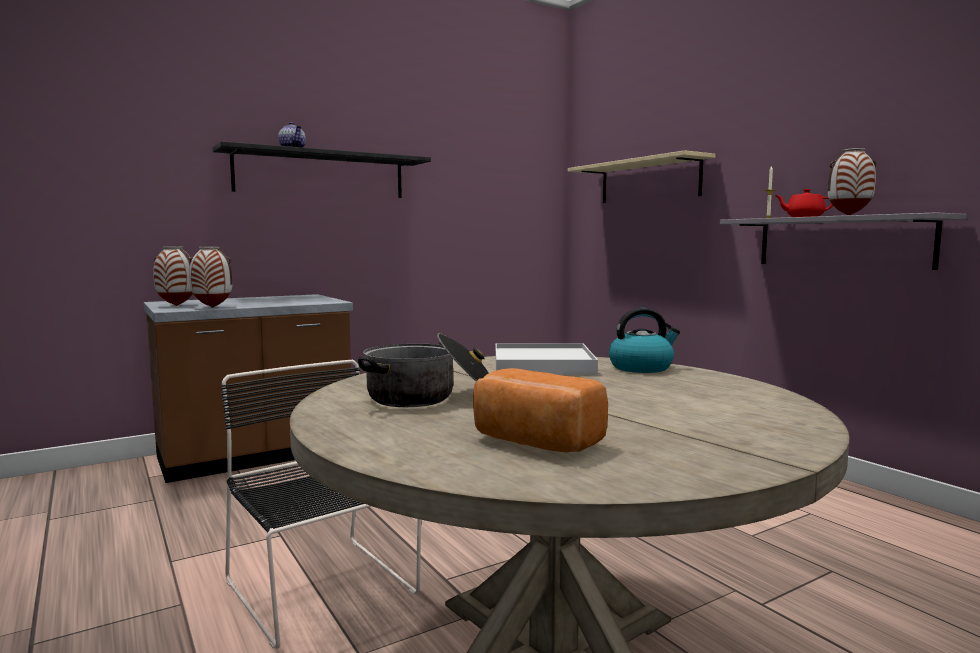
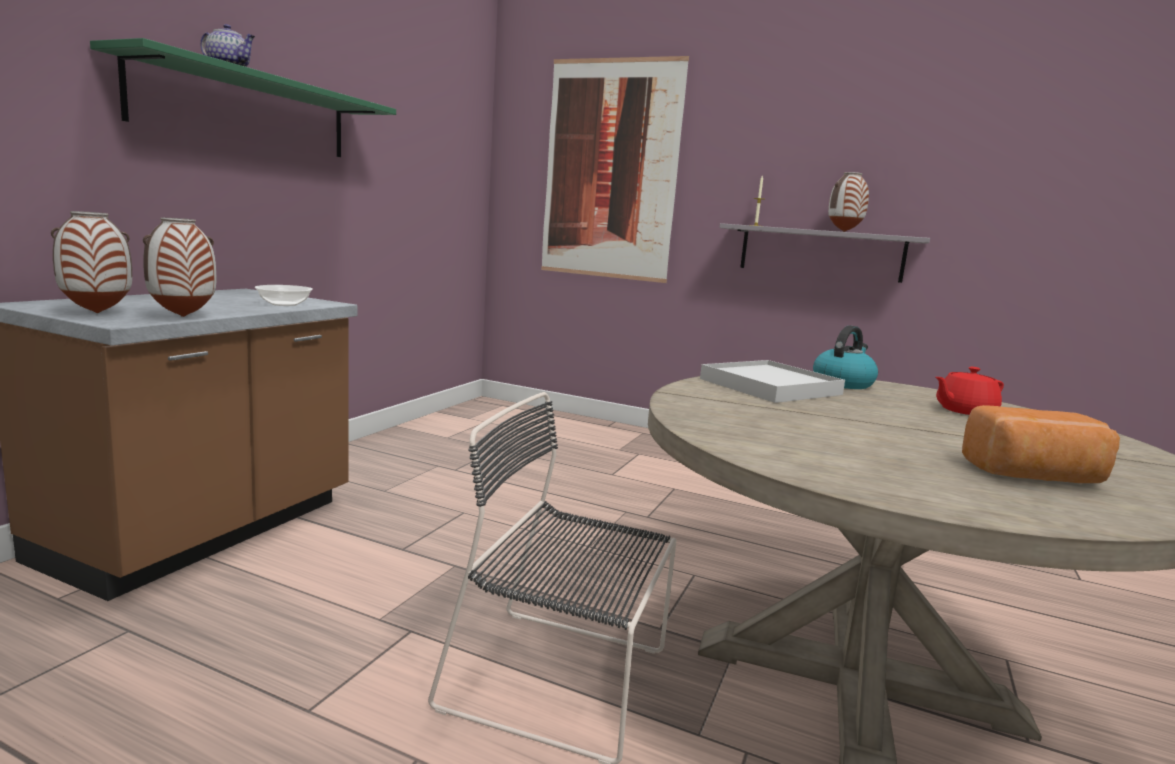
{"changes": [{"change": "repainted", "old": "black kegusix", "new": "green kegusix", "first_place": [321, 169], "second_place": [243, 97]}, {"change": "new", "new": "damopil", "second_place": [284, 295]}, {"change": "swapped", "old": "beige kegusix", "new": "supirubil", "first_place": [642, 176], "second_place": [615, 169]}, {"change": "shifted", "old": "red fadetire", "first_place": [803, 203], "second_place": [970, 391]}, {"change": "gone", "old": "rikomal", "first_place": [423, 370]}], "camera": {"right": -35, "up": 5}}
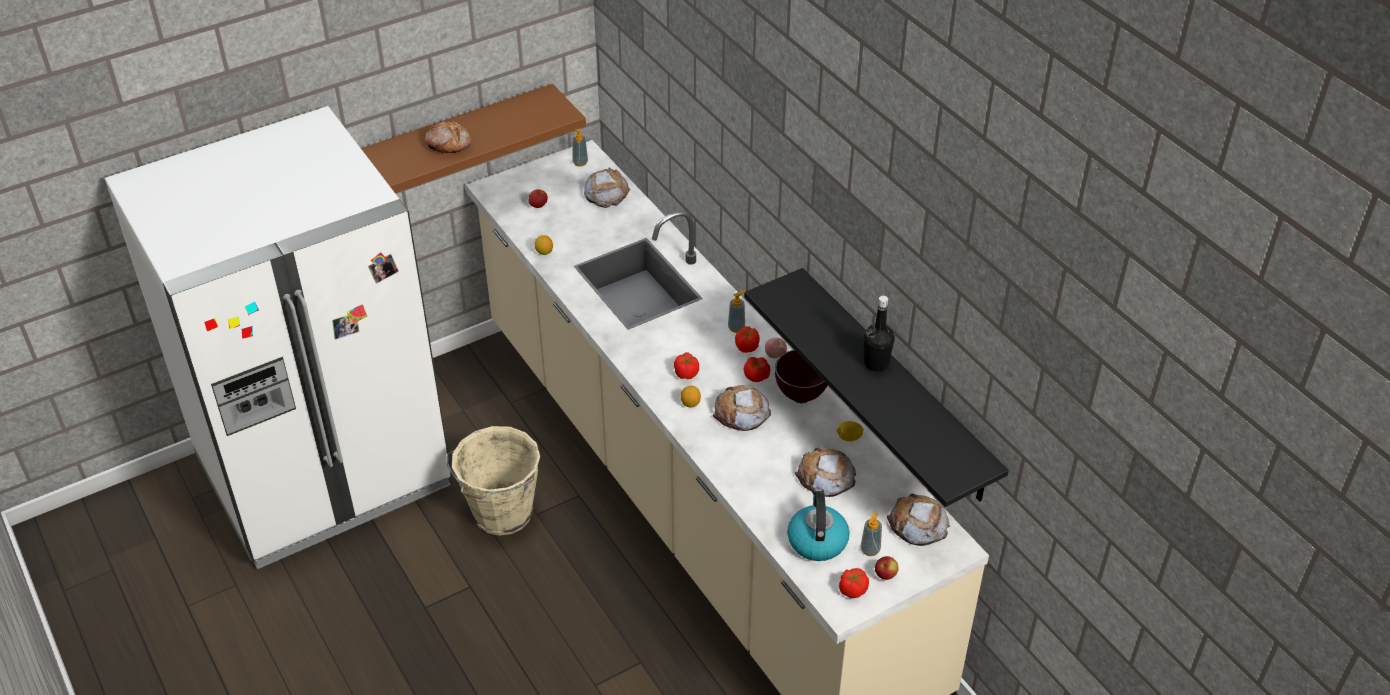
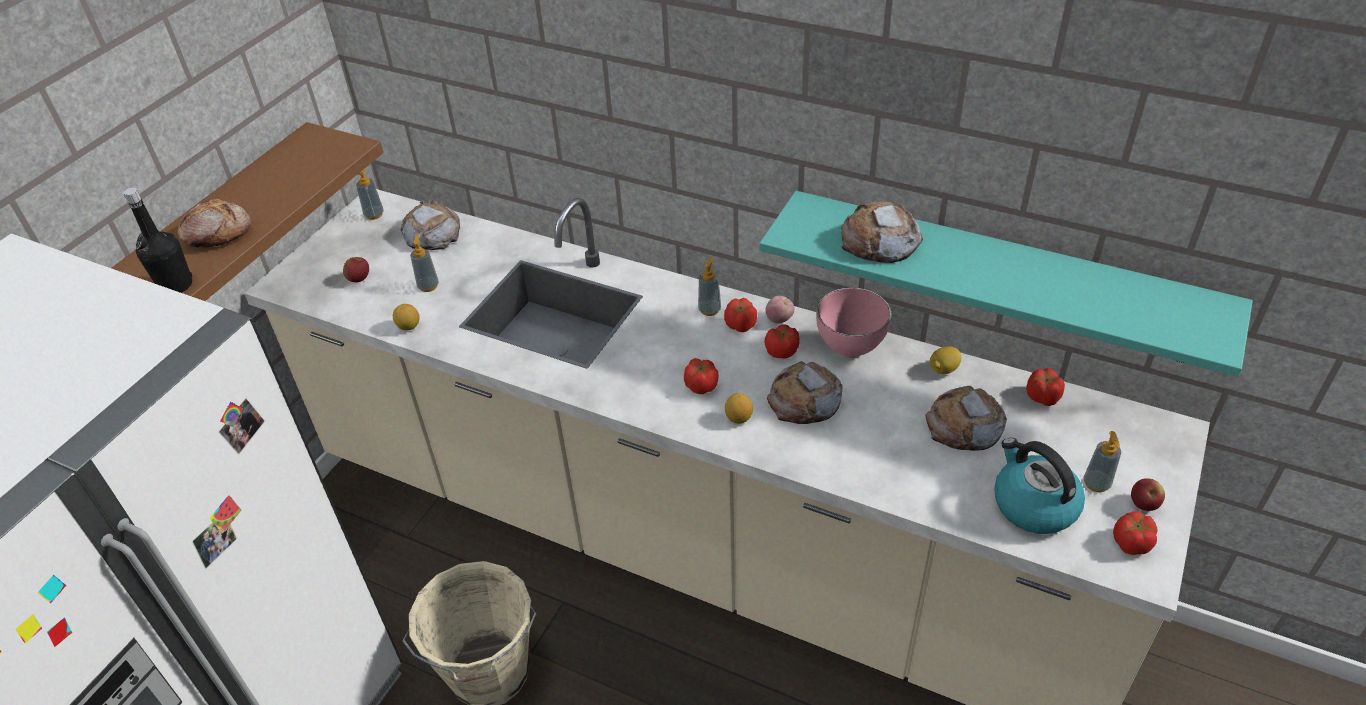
{"changes": [{"change": "shifted", "old": "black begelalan", "first_place": [879, 334], "second_place": [157, 240]}, {"change": "new", "new": "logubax", "second_place": [424, 263]}, {"change": "repainted", "old": "black kegusix", "new": "turquoise kegusix", "first_place": [876, 387], "second_place": [1006, 284]}, {"change": "repainted", "old": "brown damopil", "new": "pink damopil", "first_place": [801, 376], "second_place": [853, 322]}, {"change": "shifted", "old": "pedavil", "first_place": [918, 519], "second_place": [882, 232]}, {"change": "new", "new": "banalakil", "second_place": [1045, 387]}], "camera": {"right": -30, "up": 0}}
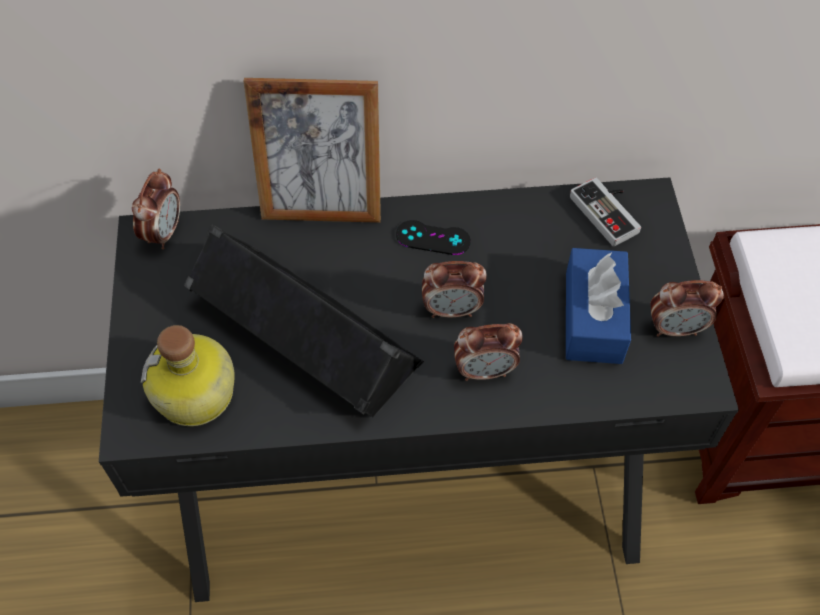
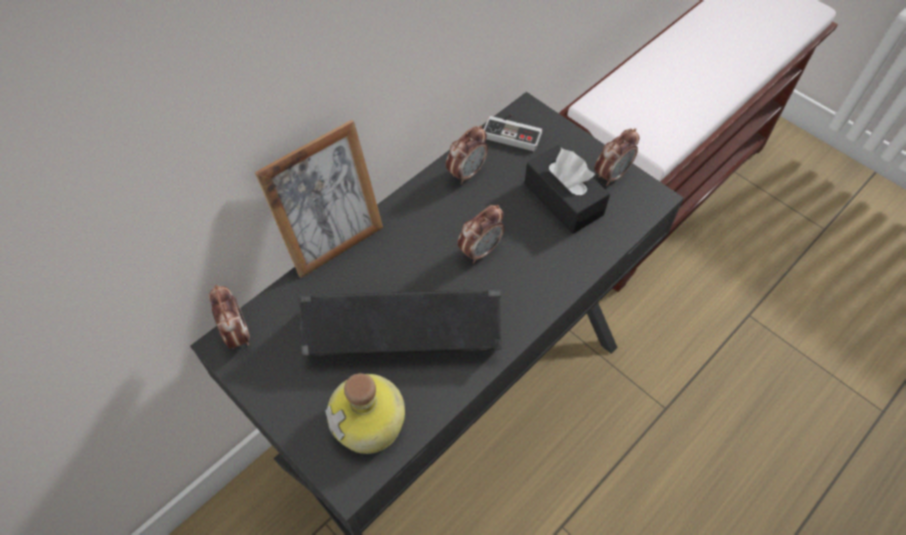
{"changes": [{"change": "shifted", "old": "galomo", "first_place": [488, 352], "second_place": [467, 155]}, {"change": "repainted", "old": "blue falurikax", "new": "black falurikax", "first_place": [598, 306], "second_place": [567, 189]}, {"change": "gone", "old": "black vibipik", "first_place": [433, 237]}], "camera": {"right": -40, "up": 0}}
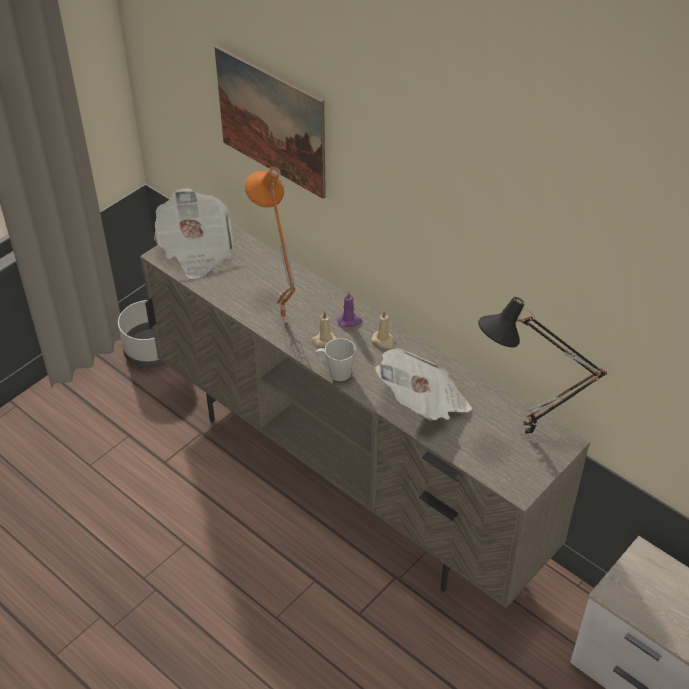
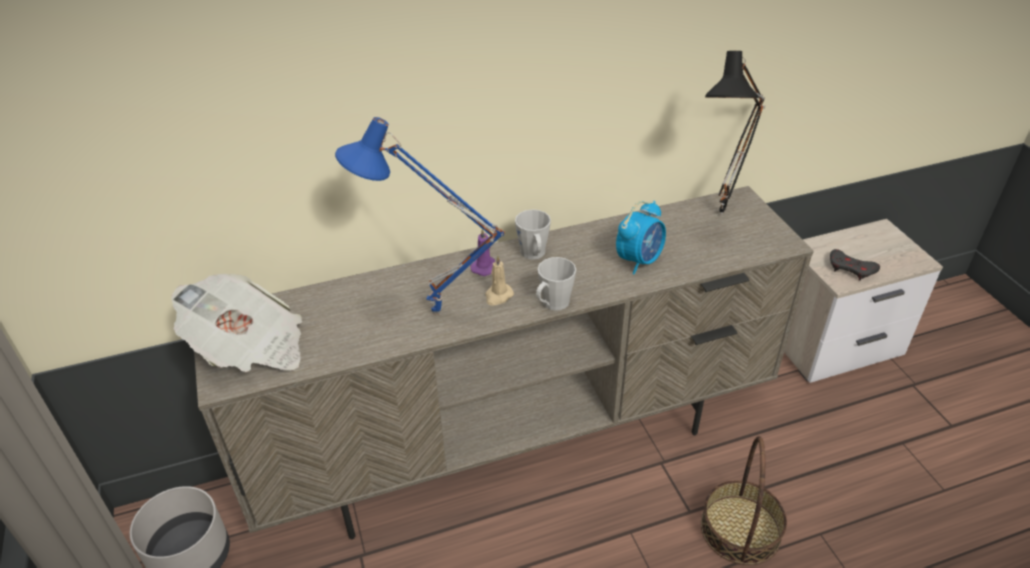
{"changes": [{"change": "repainted", "old": "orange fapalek", "new": "blue fapalek", "first_place": [270, 243], "second_place": [420, 216]}, {"change": "swapped", "old": "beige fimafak", "new": "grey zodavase", "first_place": [383, 330], "second_place": [533, 234]}, {"change": "swapped", "old": "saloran", "new": "galomo", "first_place": [423, 384], "second_place": [641, 237]}, {"change": "new", "new": "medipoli", "second_place": [744, 500]}, {"change": "new", "new": "grey vibipik", "second_place": [855, 265]}, {"change": "gone", "old": "supirubil", "first_place": [270, 122]}], "camera": {"right": -60, "up": -5}}
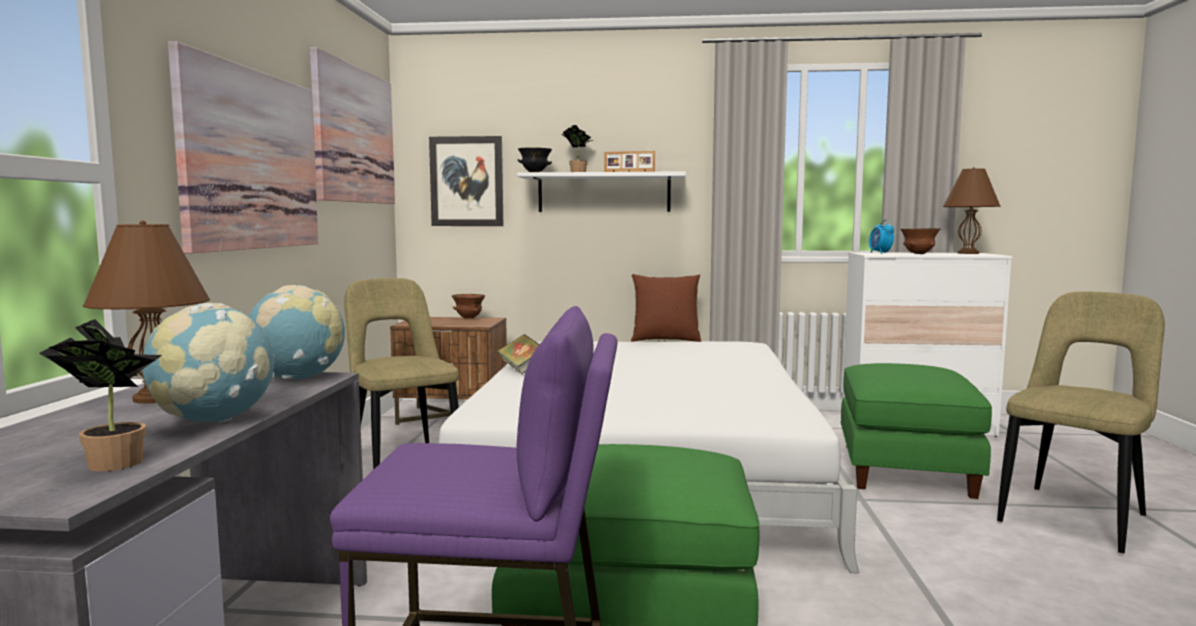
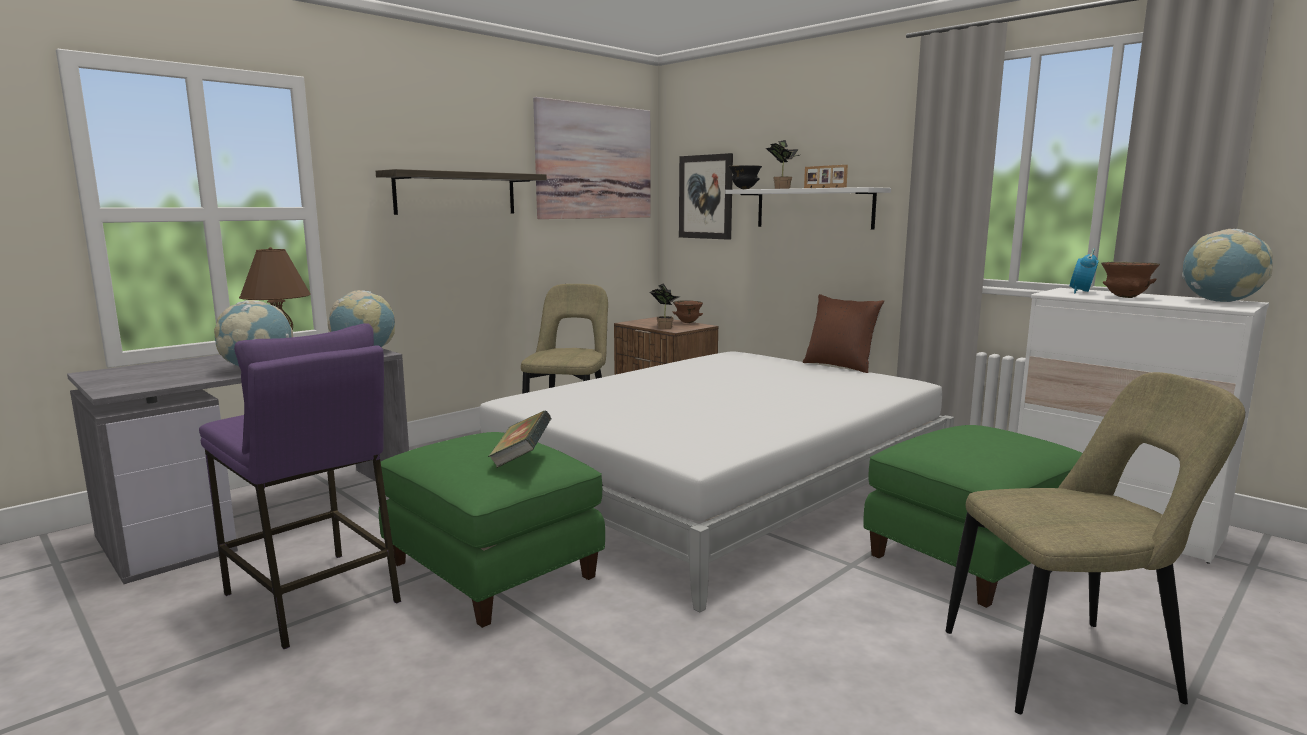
{"changes": [{"change": "swapped", "old": "supirubil", "new": "kegusix", "first_place": [243, 147], "second_place": [461, 192]}, {"change": "shifted", "old": "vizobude", "first_place": [518, 354], "second_place": [520, 439]}, {"change": "shifted", "old": "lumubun", "first_place": [100, 395], "second_place": [665, 306]}, {"change": "swapped", "old": "brown fapalek", "new": "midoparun", "first_place": [972, 210], "second_place": [1227, 265]}], "camera": {"right": 40, "up": 5}}
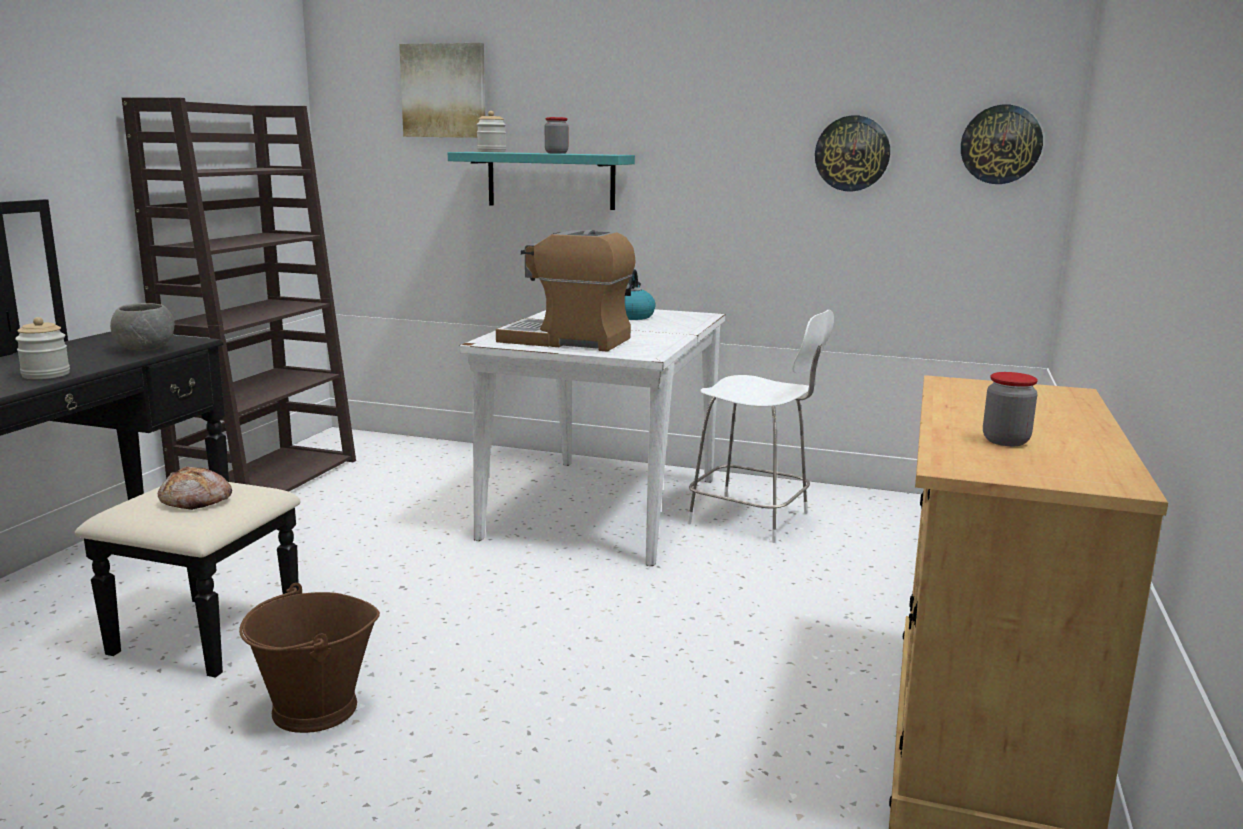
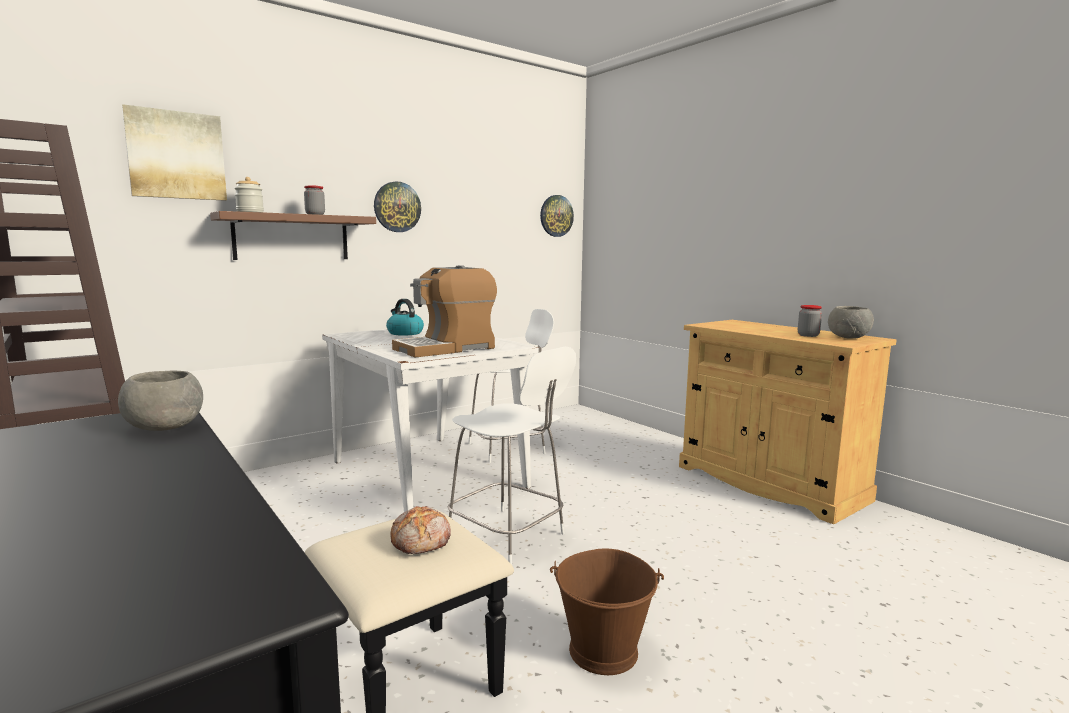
{"changes": [{"change": "repainted", "old": "turquoise kegusix", "new": "brown kegusix", "first_place": [541, 181], "second_place": [293, 235]}, {"change": "shifted", "old": "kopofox", "first_place": [852, 154], "second_place": [397, 206]}, {"change": "new", "new": "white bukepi", "second_place": [512, 456]}, {"change": "new", "new": "grey damopil", "second_place": [851, 322]}, {"change": "gone", "old": "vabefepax", "first_place": [42, 348]}], "camera": {"right": -55, "up": -5}}
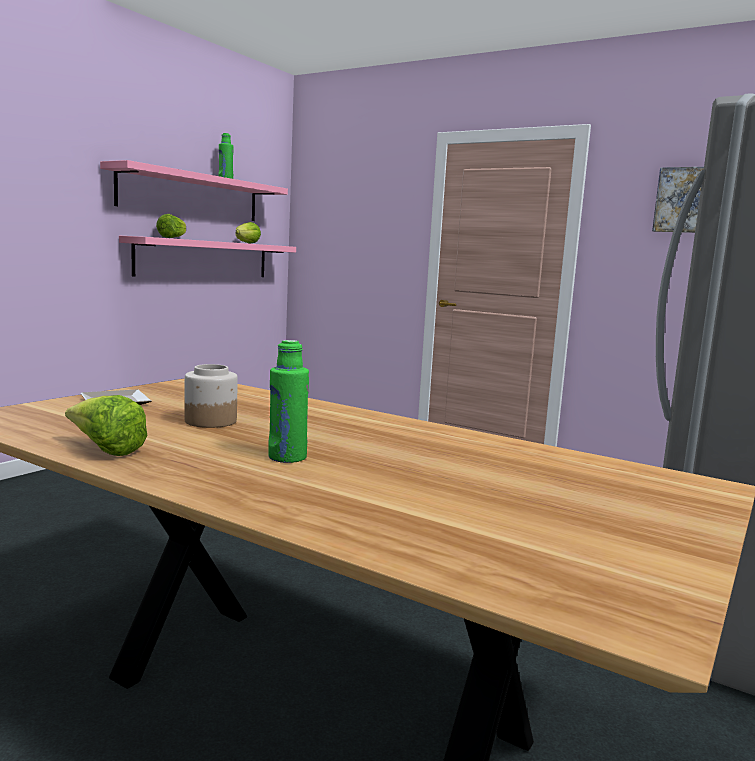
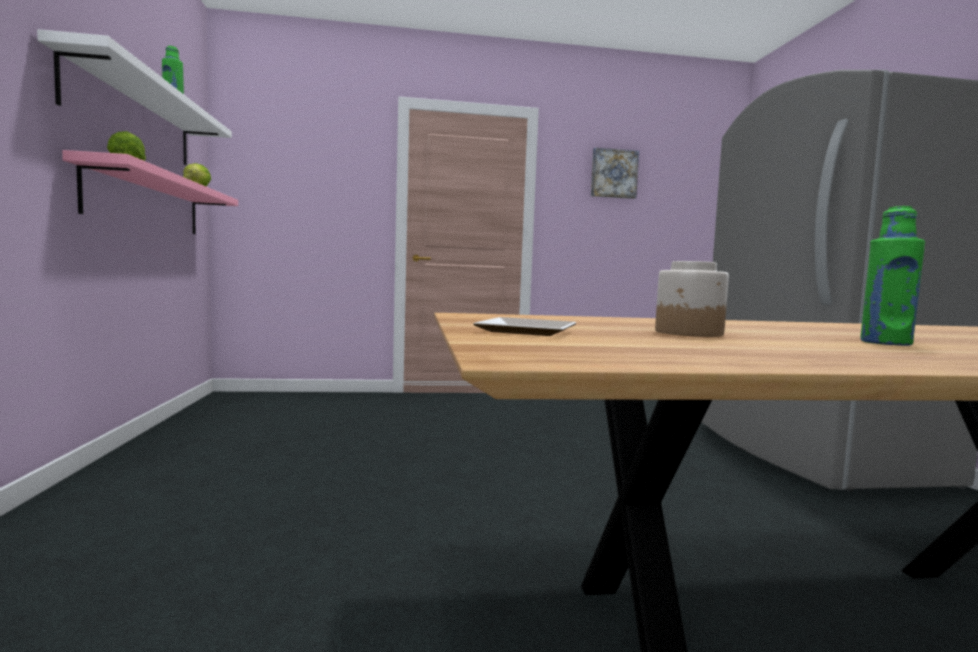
{"changes": [{"change": "repainted", "old": "pink kegusix", "new": "white kegusix", "first_place": [194, 190], "second_place": [134, 97]}, {"change": "gone", "old": "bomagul", "first_place": [106, 425]}], "camera": {"right": -40, "up": -5}}
